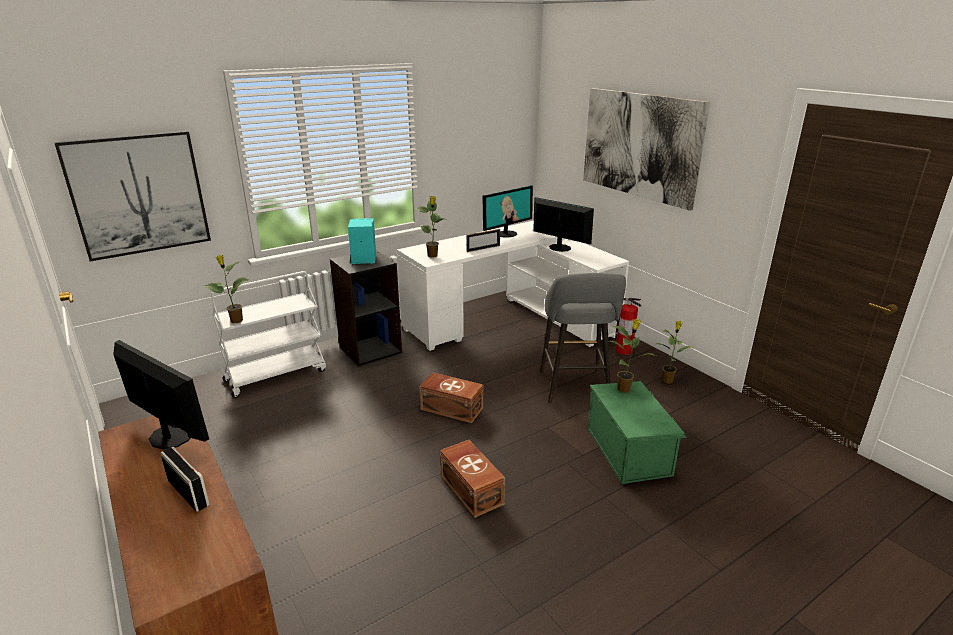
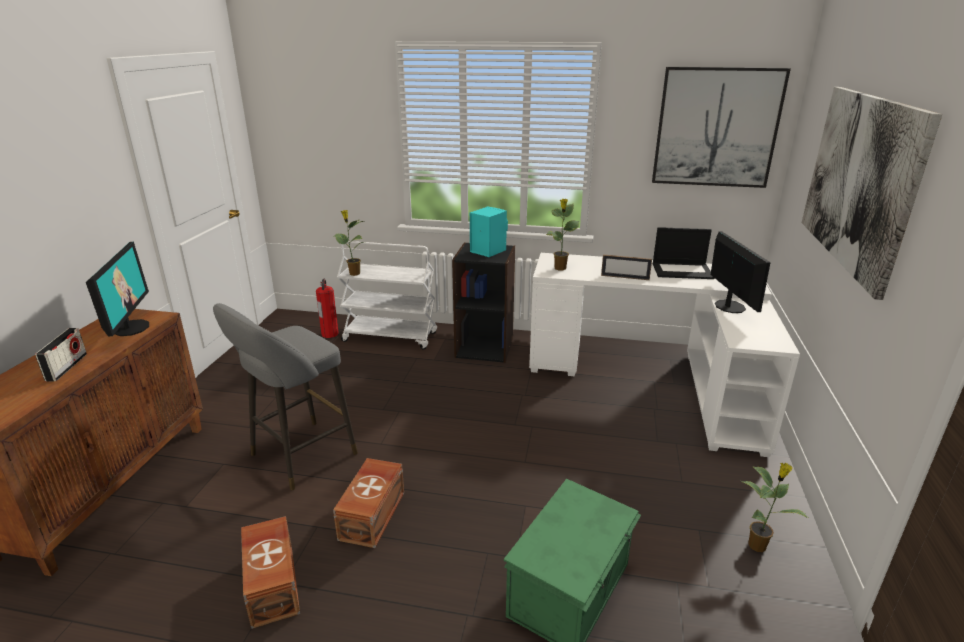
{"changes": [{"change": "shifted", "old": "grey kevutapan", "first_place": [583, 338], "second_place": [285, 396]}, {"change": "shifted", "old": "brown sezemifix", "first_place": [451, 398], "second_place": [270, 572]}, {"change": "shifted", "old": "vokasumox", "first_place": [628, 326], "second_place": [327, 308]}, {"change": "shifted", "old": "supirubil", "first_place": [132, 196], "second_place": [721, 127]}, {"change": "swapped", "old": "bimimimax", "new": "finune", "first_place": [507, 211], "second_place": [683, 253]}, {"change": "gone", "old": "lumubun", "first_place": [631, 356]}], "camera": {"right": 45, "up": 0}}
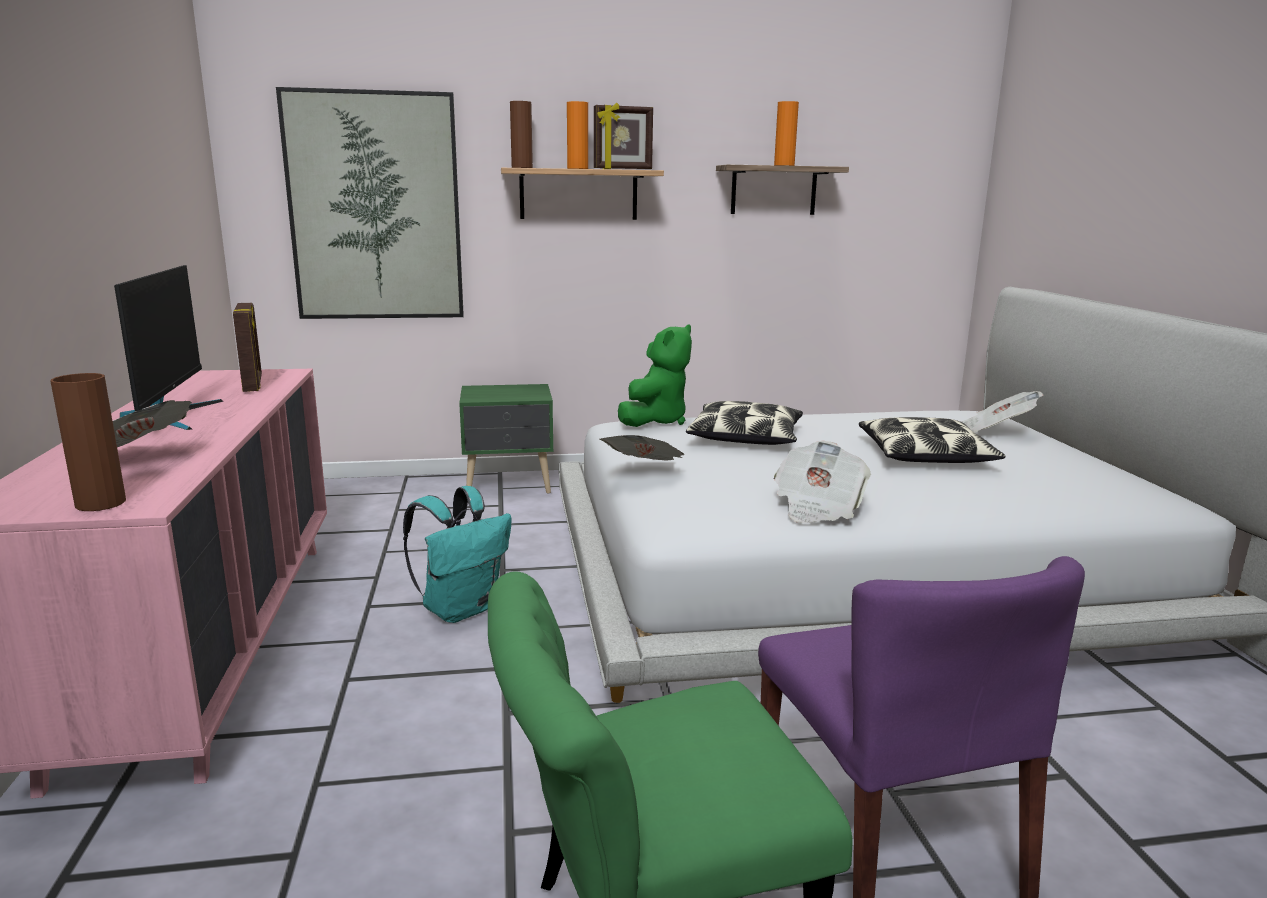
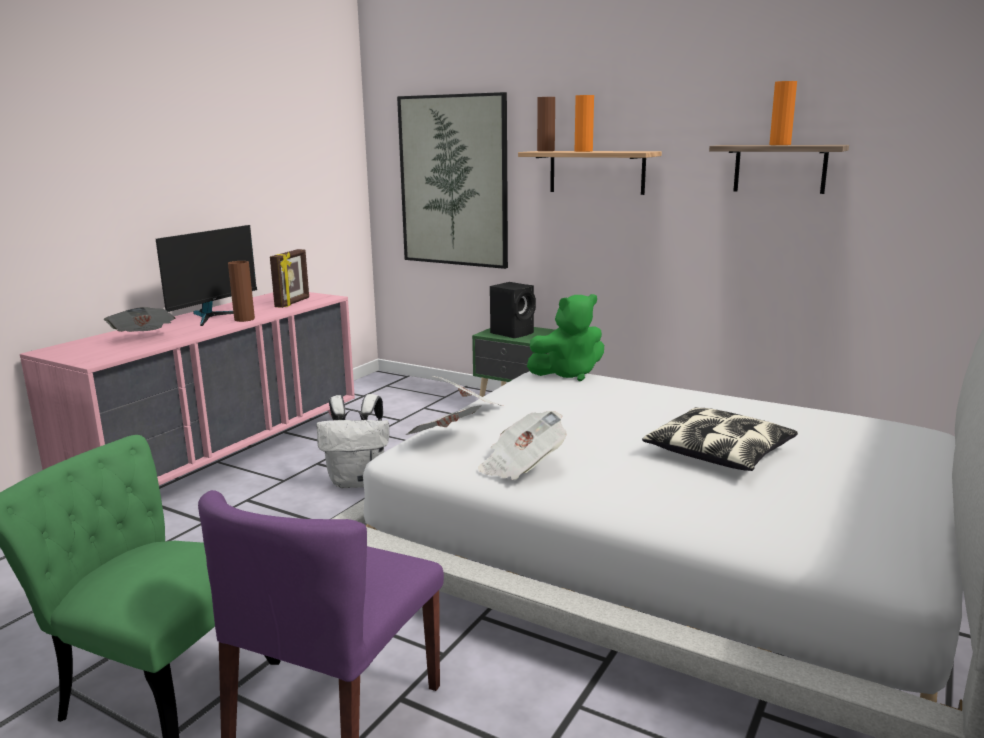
{"changes": [{"change": "shifted", "old": "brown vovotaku", "first_place": [88, 442], "second_place": [241, 291]}, {"change": "repainted", "old": "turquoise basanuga", "new": "white basanuga", "first_place": [457, 554], "second_place": [353, 441]}, {"change": "shifted", "old": "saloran", "first_place": [1002, 411], "second_place": [444, 420]}, {"change": "new", "new": "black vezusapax", "second_place": [513, 310]}, {"change": "gone", "old": "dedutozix", "first_place": [623, 136]}, {"change": "gone", "old": "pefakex", "first_place": [744, 423]}], "camera": {"right": 40, "up": 0}}
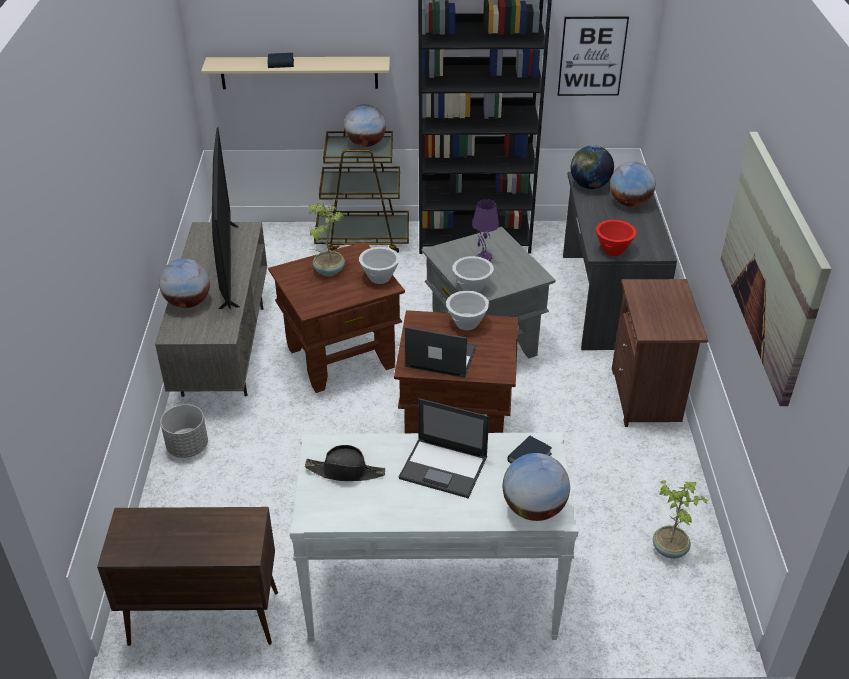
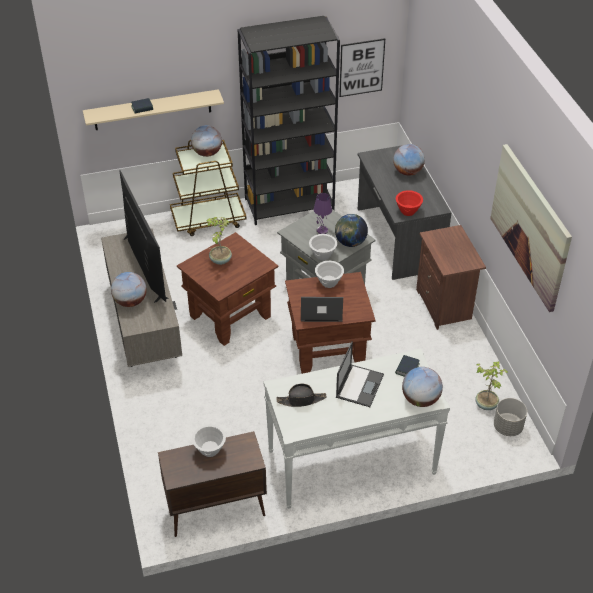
{"changes": [{"change": "shifted", "old": "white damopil", "first_place": [379, 265], "second_place": [209, 440]}, {"change": "shifted", "old": "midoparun", "first_place": [592, 167], "second_place": [351, 230]}, {"change": "rotated", "old": "finune", "first_place": [444, 448], "second_place": [360, 374], "degrees": -75}, {"change": "shifted", "old": "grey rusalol", "first_place": [184, 431], "second_place": [510, 417]}], "camera": {"right": -15, "up": 5}}
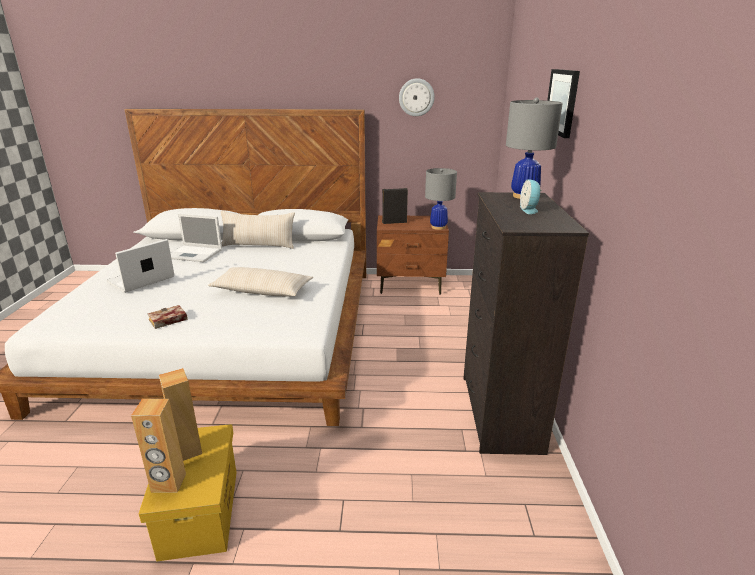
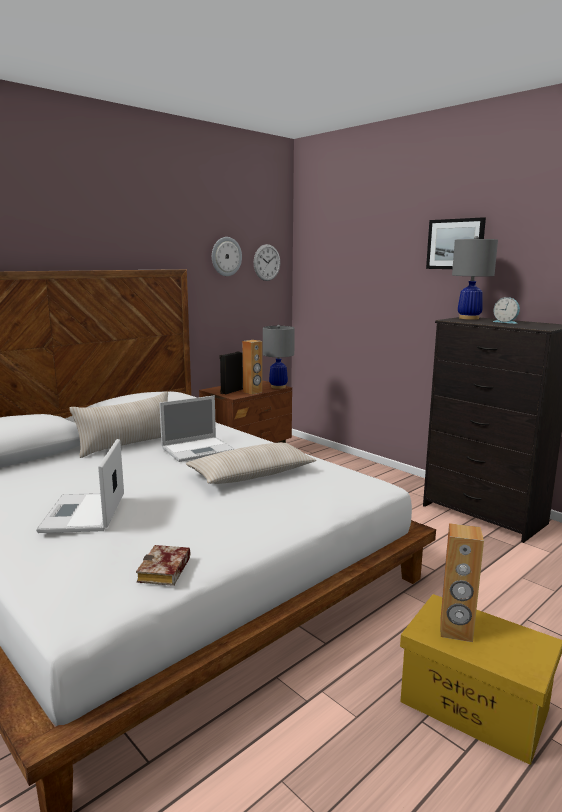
{"changes": [{"change": "shifted", "old": "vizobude", "first_place": [167, 317], "second_place": [163, 565]}, {"change": "shifted", "old": "finune", "first_place": [196, 238], "second_place": [196, 428]}, {"change": "shifted", "old": "brown vezusapax", "first_place": [158, 446], "second_place": [252, 367]}, {"change": "new", "new": "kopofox", "second_place": [267, 262]}], "camera": {"right": -45, "up": -10}}
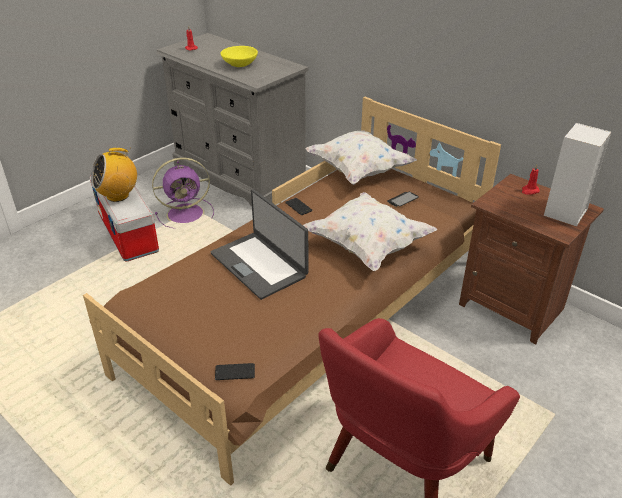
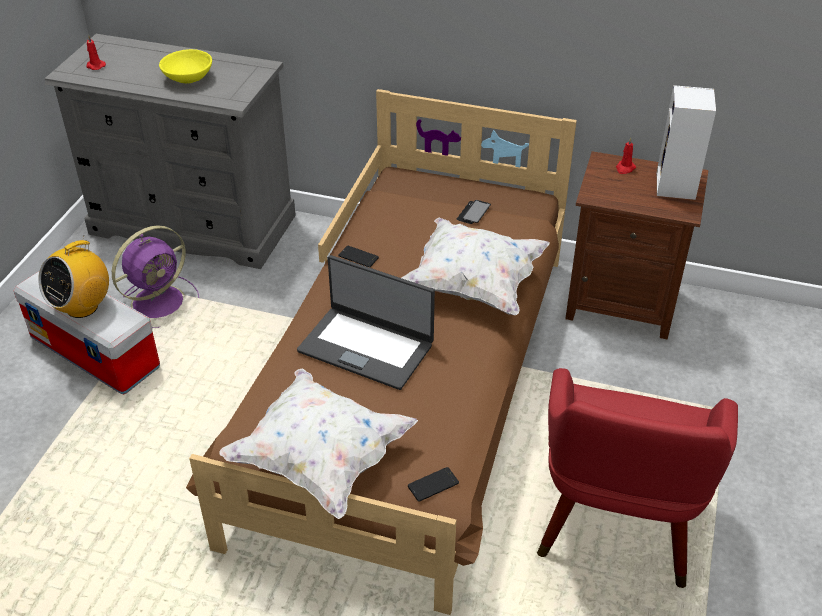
{"changes": [{"change": "shifted", "old": "white pefakex", "first_place": [361, 157], "second_place": [318, 443]}], "camera": {"right": -25, "up": 5}}
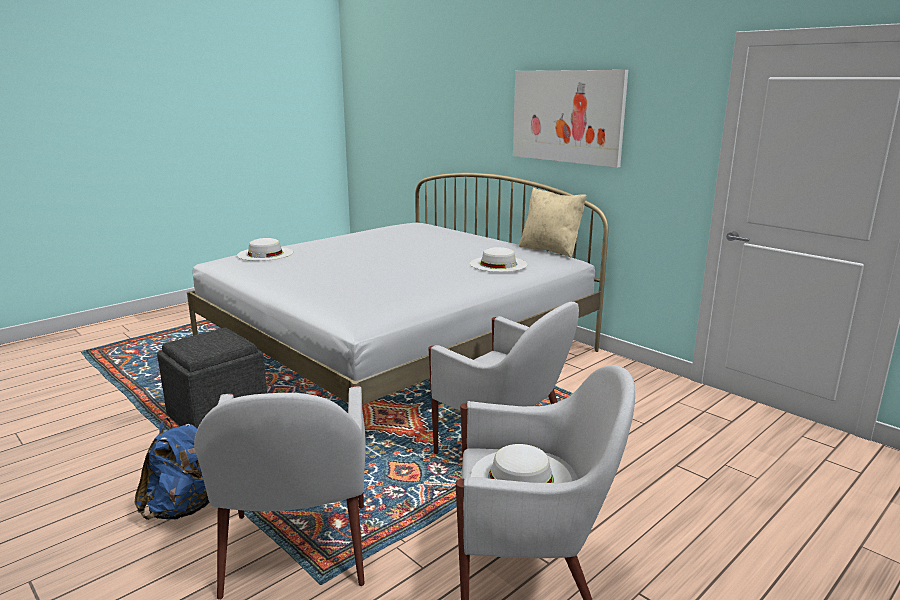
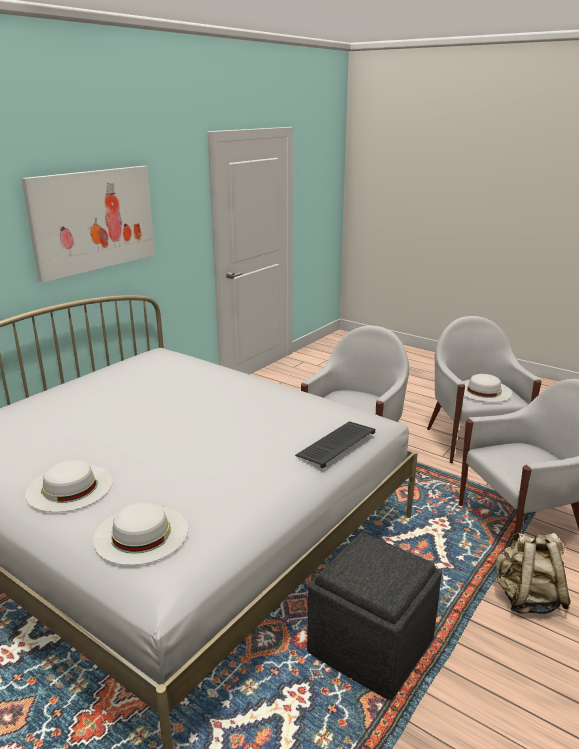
{"changes": [{"change": "shifted", "old": "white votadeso", "first_place": [499, 259], "second_place": [69, 486]}, {"change": "new", "new": "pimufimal", "second_place": [335, 444]}, {"change": "repainted", "old": "blue basanuga", "new": "beige basanuga", "first_place": [172, 469], "second_place": [533, 573]}, {"change": "gone", "old": "beige pefakex", "first_place": [553, 222]}], "camera": {"right": -100, "up": 5}}
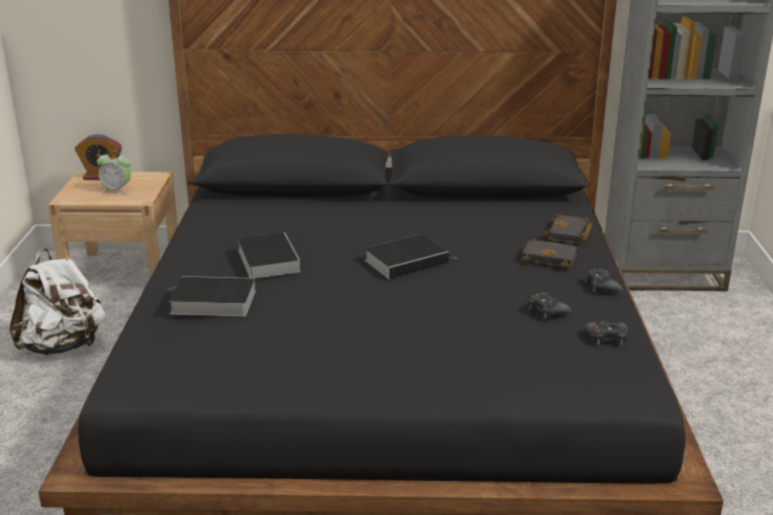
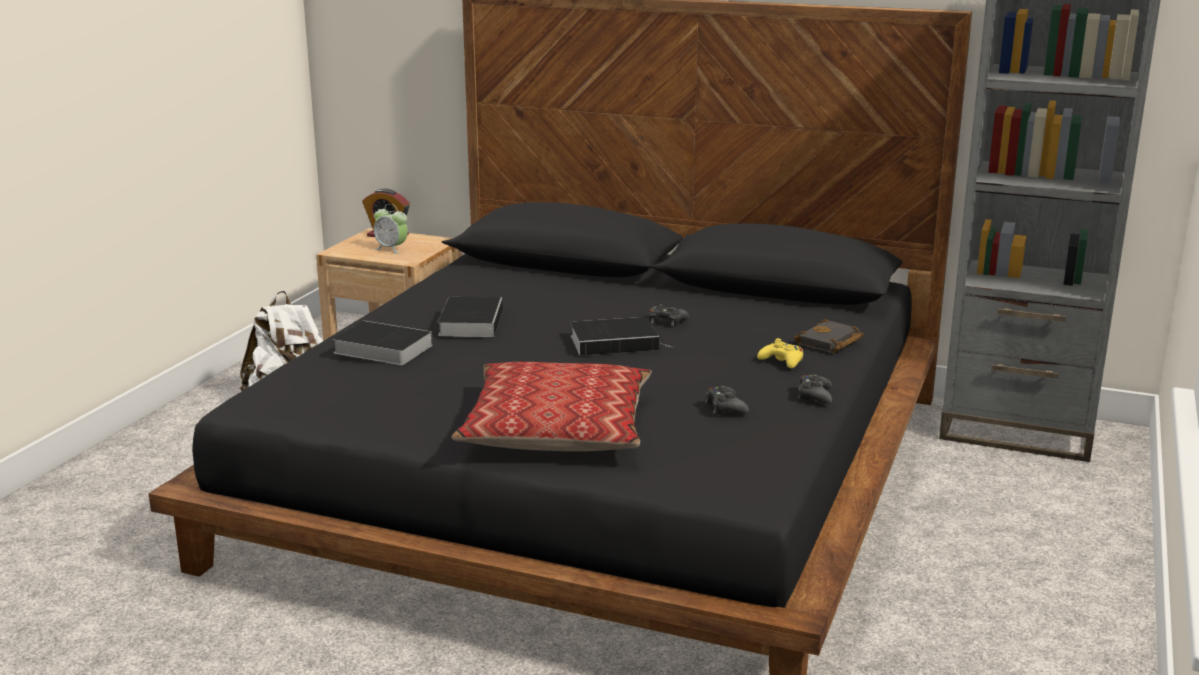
{"changes": [{"change": "new", "new": "pefakex", "second_place": [551, 406]}, {"change": "shifted", "old": "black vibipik", "first_place": [606, 333], "second_place": [669, 315]}, {"change": "swapped", "old": "black vizobude", "new": "yellow vibipik", "first_place": [549, 253], "second_place": [780, 353]}], "camera": {"right": 20, "up": -5}}
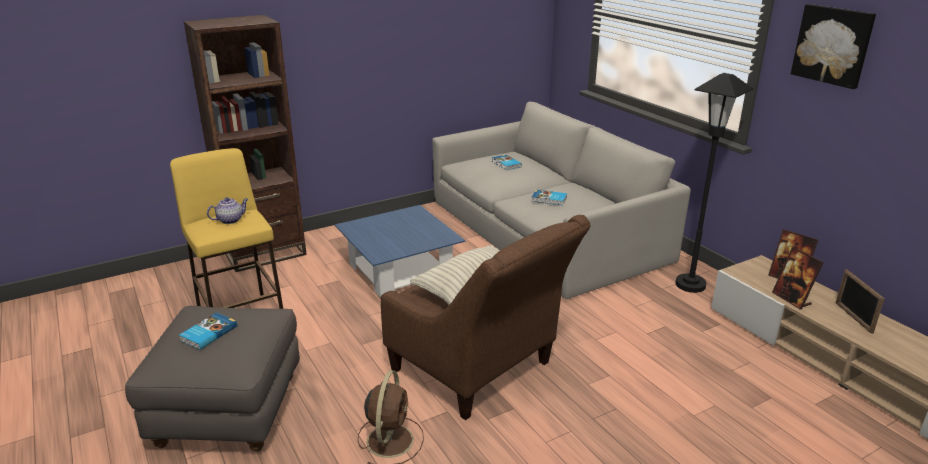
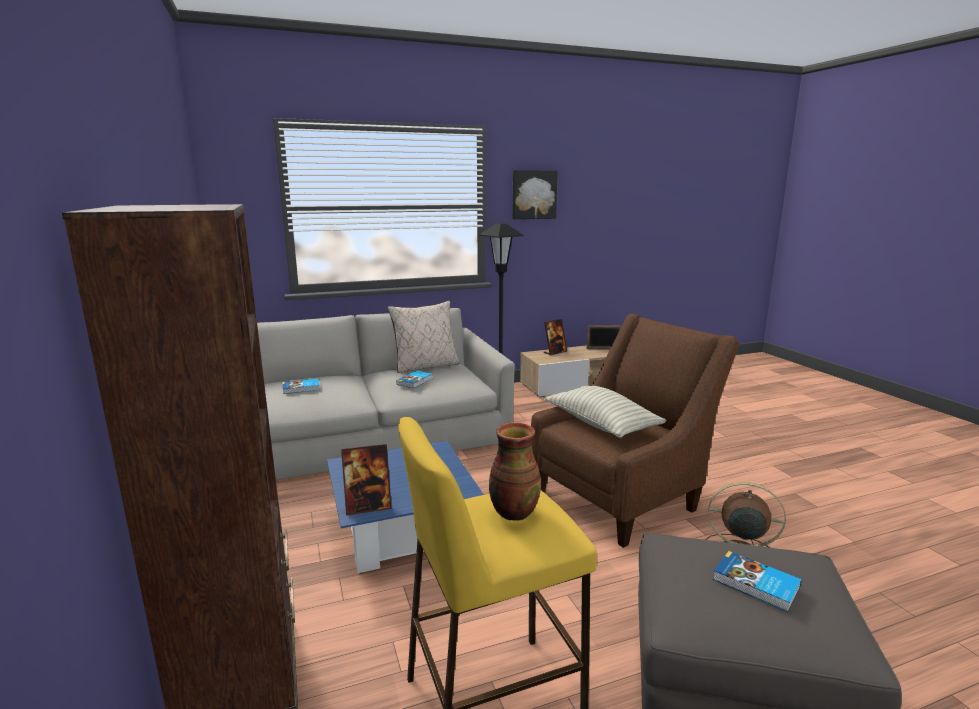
{"changes": [{"change": "shifted", "old": "dedutozix", "first_place": [798, 278], "second_place": [366, 479]}, {"change": "new", "new": "beige pefakex", "second_place": [423, 337]}, {"change": "swapped", "old": "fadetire", "new": "vovotaku", "first_place": [227, 210], "second_place": [515, 471]}], "camera": {"right": -80, "up": -10}}
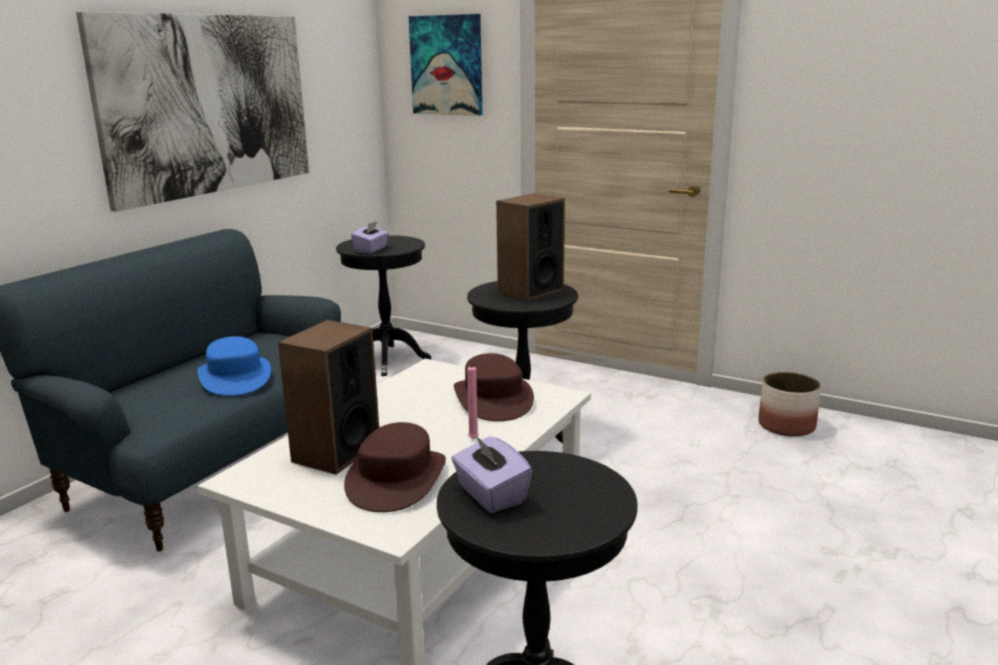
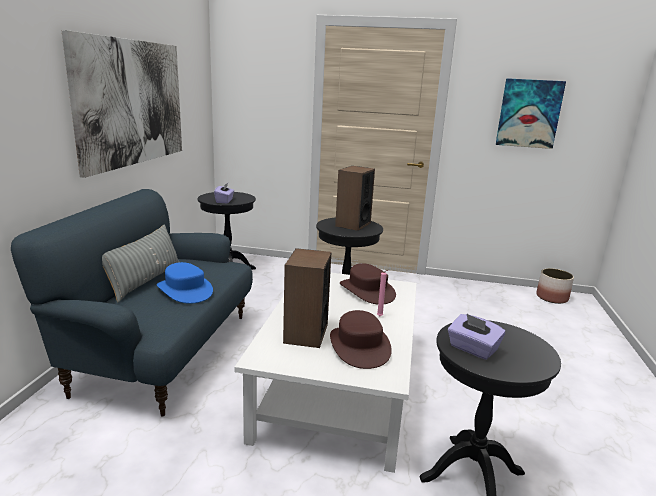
{"changes": [{"change": "new", "new": "grey pefakex", "second_place": [140, 263]}, {"change": "shifted", "old": "supirubil", "first_place": [446, 65], "second_place": [531, 113]}, {"change": "shifted", "old": "rusalol", "first_place": [789, 404], "second_place": [555, 286]}], "camera": {"right": -20, "up": 0}}
